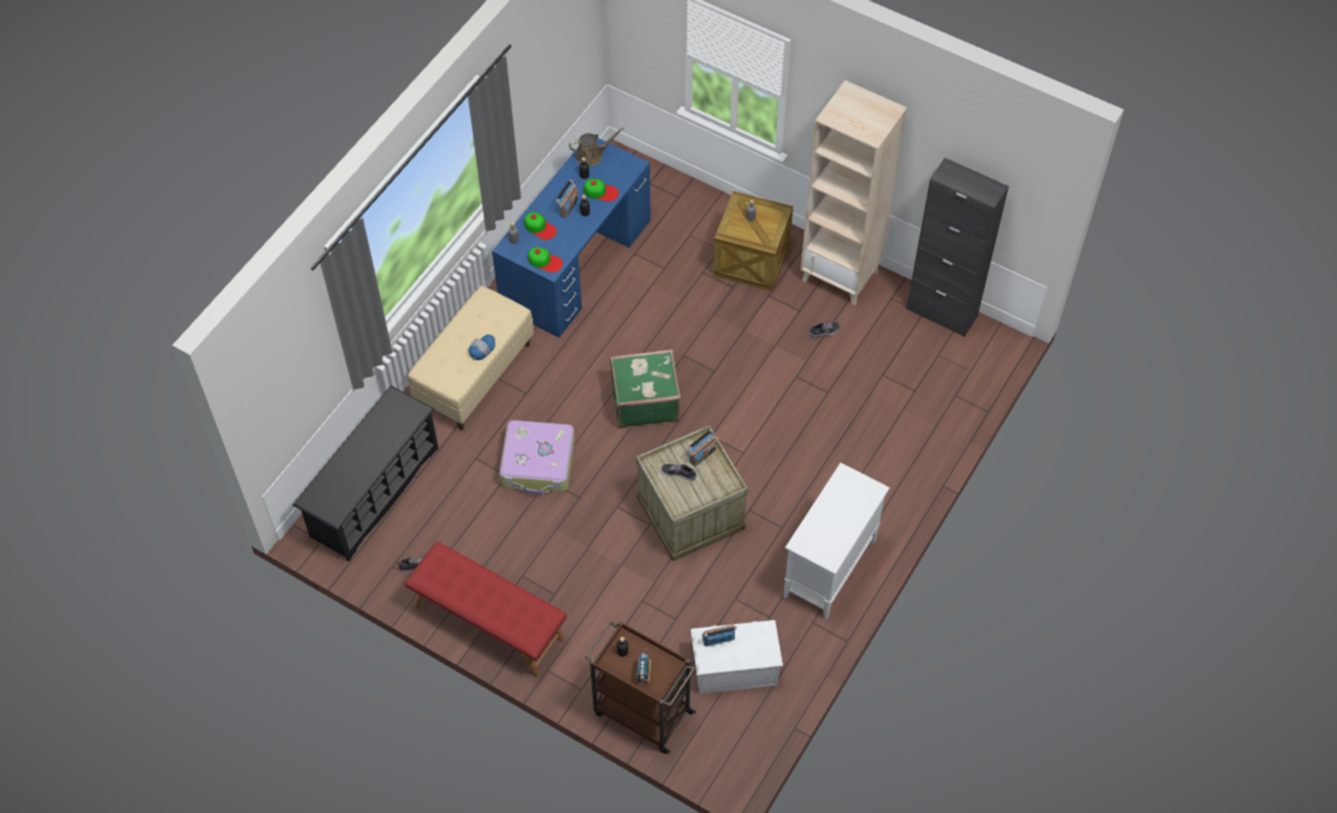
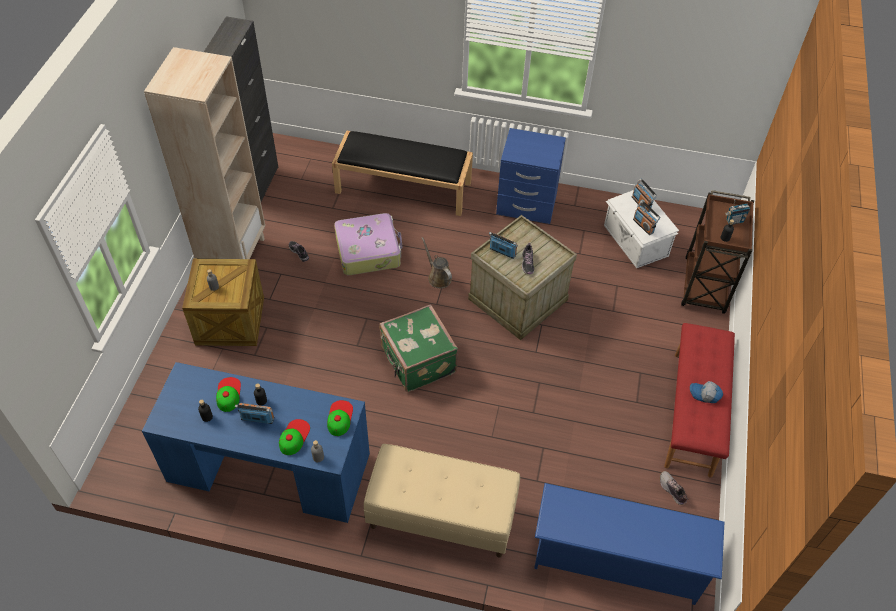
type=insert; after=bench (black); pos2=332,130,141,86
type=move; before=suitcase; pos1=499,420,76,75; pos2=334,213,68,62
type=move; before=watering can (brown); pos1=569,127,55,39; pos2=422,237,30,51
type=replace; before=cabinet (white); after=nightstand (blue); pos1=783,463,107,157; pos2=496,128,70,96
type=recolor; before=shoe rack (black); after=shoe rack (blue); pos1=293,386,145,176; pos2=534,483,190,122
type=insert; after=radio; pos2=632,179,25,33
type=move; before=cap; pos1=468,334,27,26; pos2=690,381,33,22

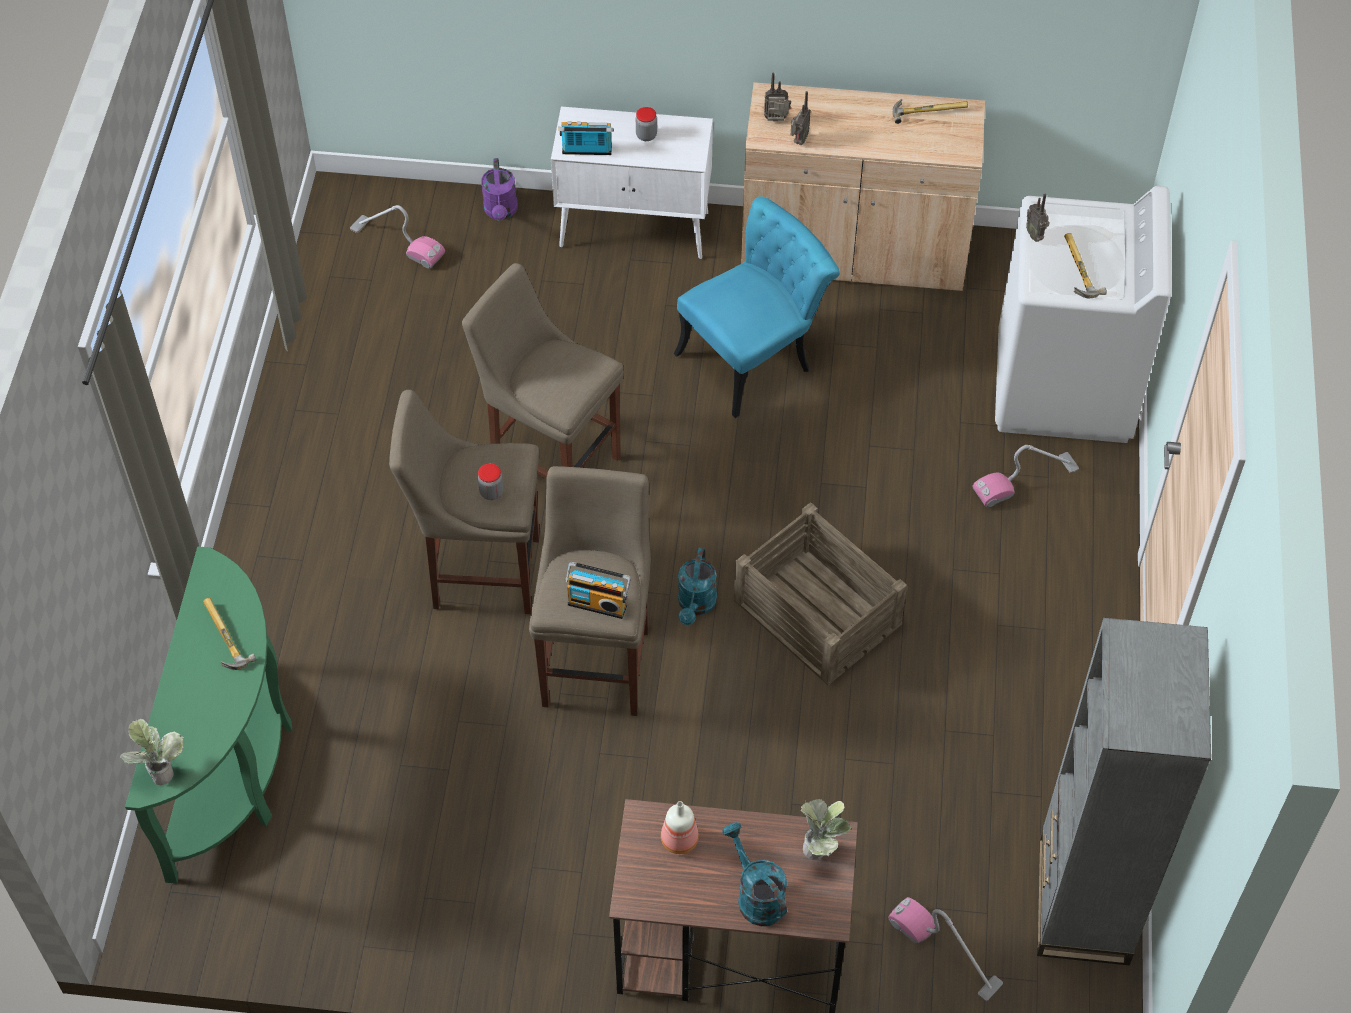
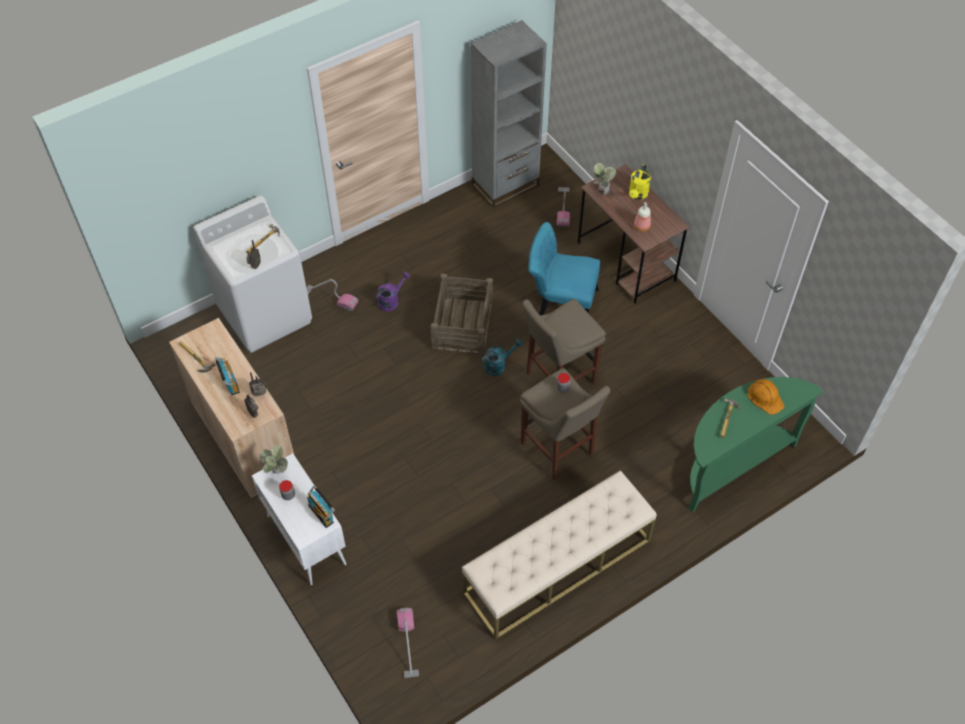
type=move; before=radio; pos1=565,562,66,57; pos2=215,357,25,38
type=move; before=potted plant; pos1=120,719,63,66; pos2=259,445,29,29
type=move; before=watering can (purple); pos1=481,158,37,63; pos2=375,271,35,41
type=insert; after=bench (beige); pos2=462,471,195,168
type=move; before=chair (turquoise); pos1=674,196,166,222; pos2=528,222,72,93
type=recolor; before=watering can (turquoise); after=watering can (yellow); pos1=722,822,65,104; pos2=629,164,22,36
type=insert; after=hard hat (orange); pos2=748,379,36,36
type=delete; before=stool (beige); pos1=462,263,162,216

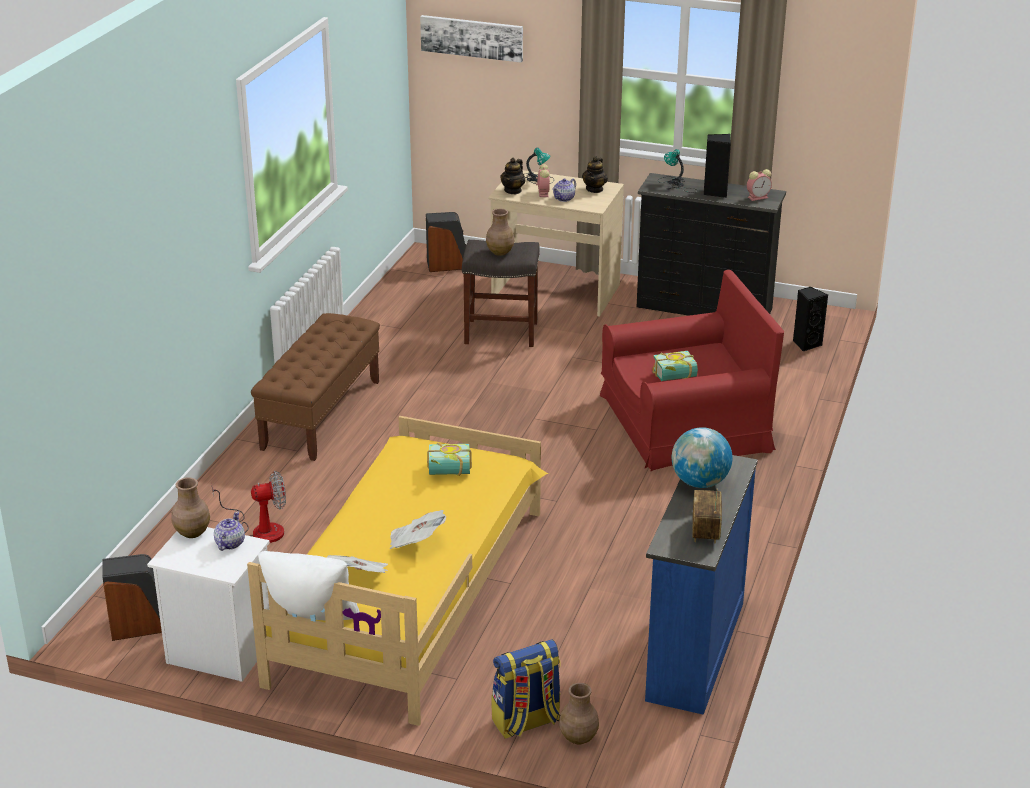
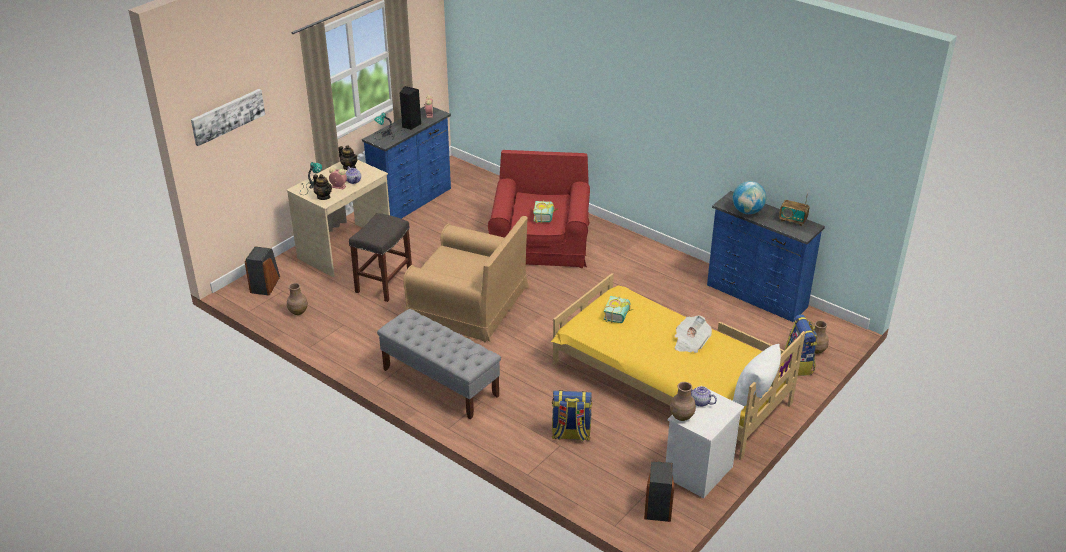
type=move; before=vase (brown); pos1=486,209,28,47; pos2=287,283,21,32
type=recolor; before=dresser (black); after=dresser (blue); pos1=637,173,149,143; pos2=362,106,89,113
type=recolor; before=bench (brown); after=bench (grey); pos1=251,313,129,148; pos2=377,309,124,110
type=insert; after=armchair (brown); pos2=403,216,126,126
type=replace; before=fan; after=backpack; pos1=212,471,74,72; pos2=552,390,40,51
type=delete; before=newspaper; pos1=327,555,61,18
type=delete; before=speaker (black); pos1=793,287,35,64

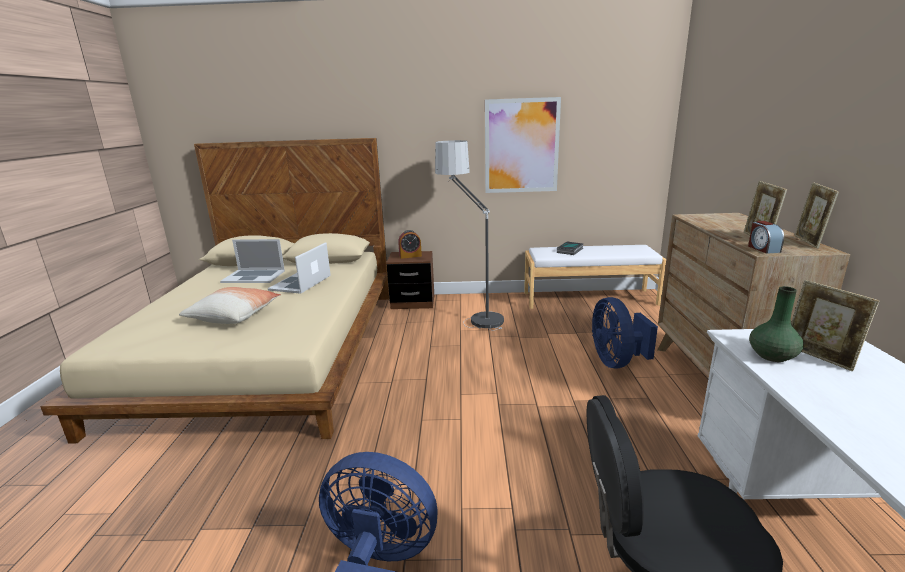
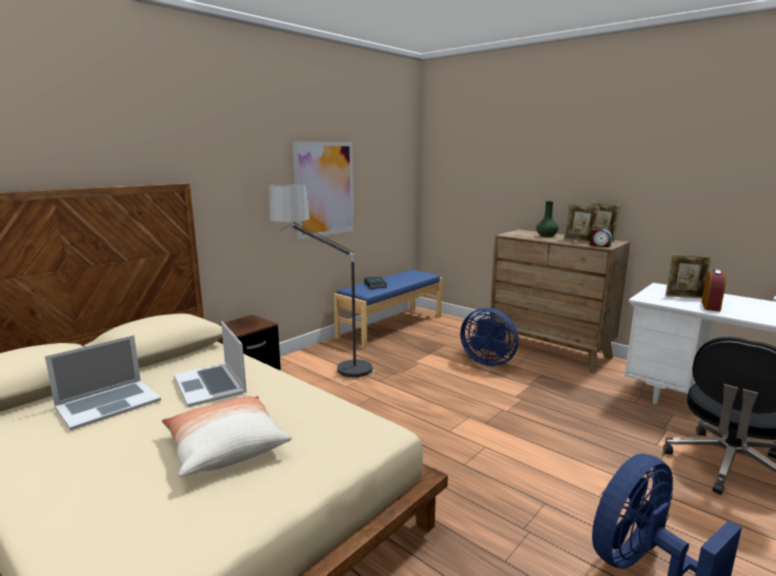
type=recolor; before=bench (white); after=bench (blue); pos1=524,245,142,64; pos2=334,270,108,78
type=move; before=vase (green); pos1=749,286,55,76; pos2=536,201,23,36
type=move; before=alarm clock; pos1=398,230,24,29; pos2=702,269,24,42

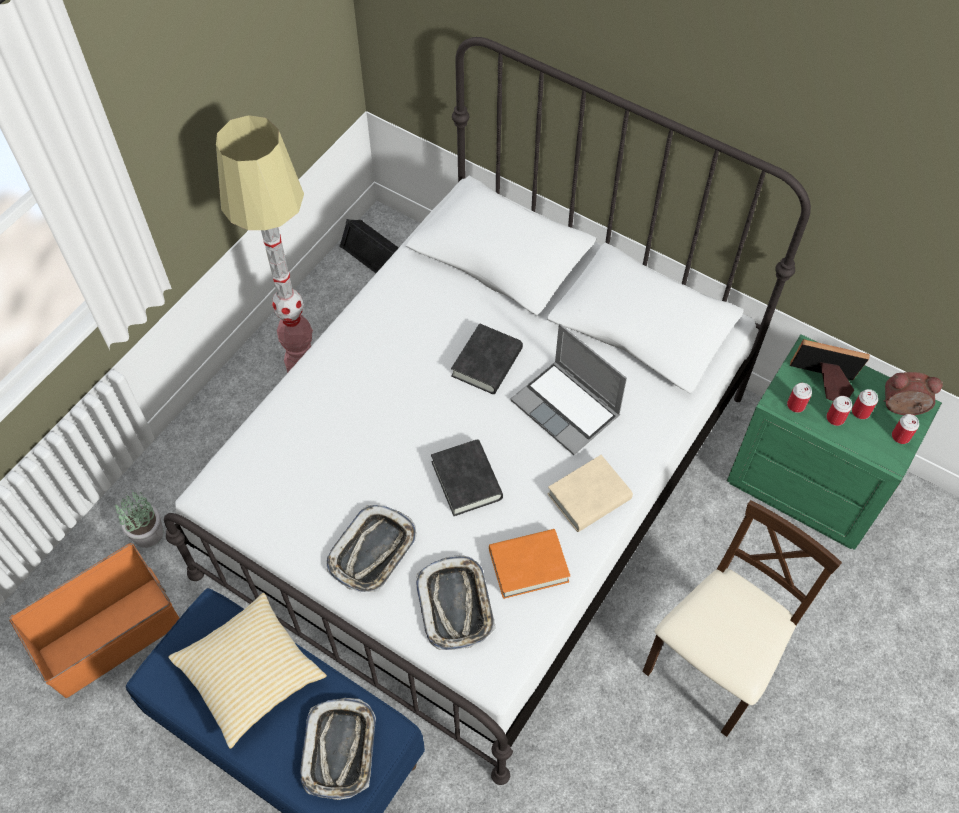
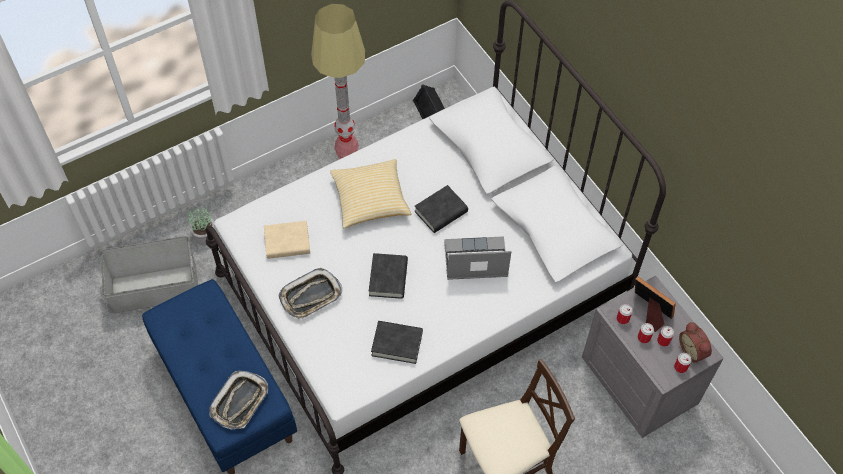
type=recolor; before=storage box (orange); after=storage box (grey); pos1=9,543,170,155; pos2=100,236,98,77
type=move; before=book (beige); pos1=548,455,85,77; pos2=264,221,46,38
type=move; before=pillow; pos1=168,593,159,156; pos2=330,159,82,69
type=recolor; before=book (orange); after=book (black); pos1=489,529,81,70; pos2=371,321,52,43
type=rotate; before=laptop; pos1=510,324,117,131; pos2=444,236,68,44; turn=105
type=recolor; before=nightstand (green); after=nightstand (grey); pos1=727,334,215,216; pos2=582,275,142,163
type=rotate; before=alarm clock; pos1=884,372,59,43; pos2=679,322,33,41; turn=-150
type=delete; before=tray; pos1=416,555,80,95

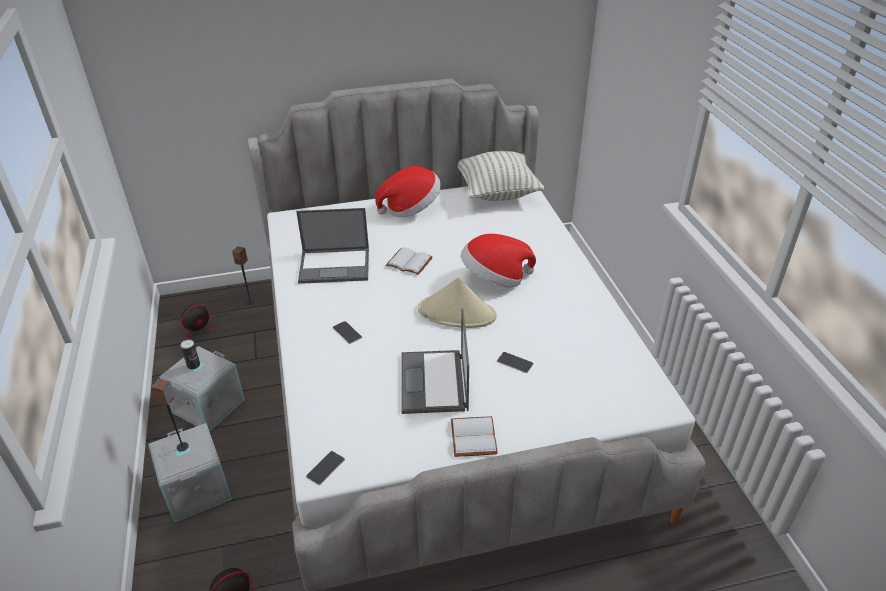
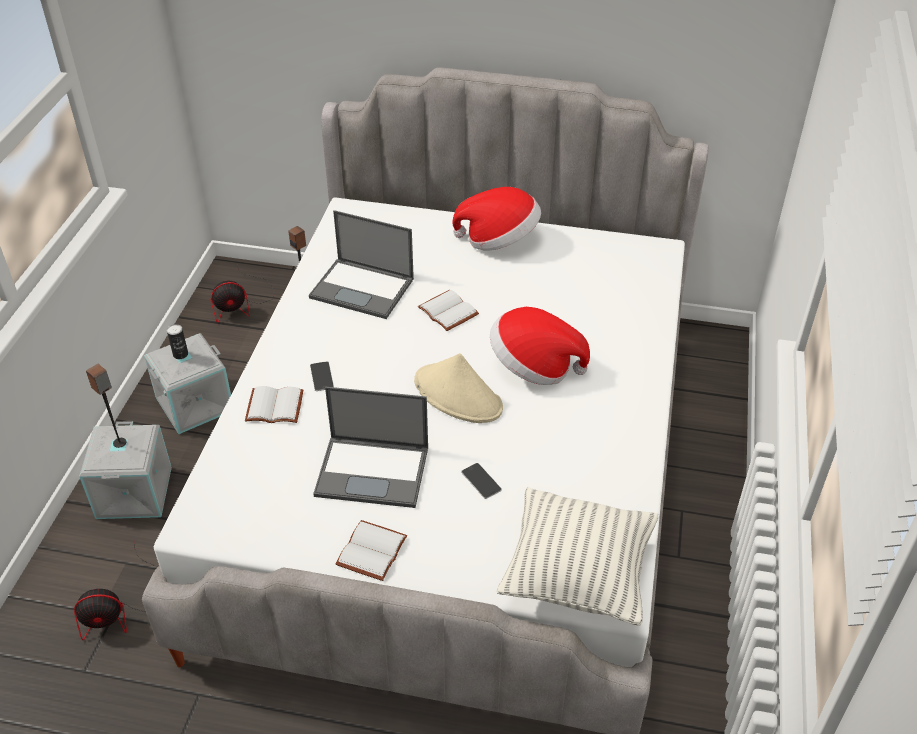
type=insert; after=book (white); pos2=245,386,58,37
type=rotate; before=laptop; pos1=401,308,68,106; pos2=313,387,115,121; turn=-105
type=move; before=pillow; pos1=458,151,86,50; pos2=497,487,161,139
type=delete; before=phone; pos1=306,451,39,34

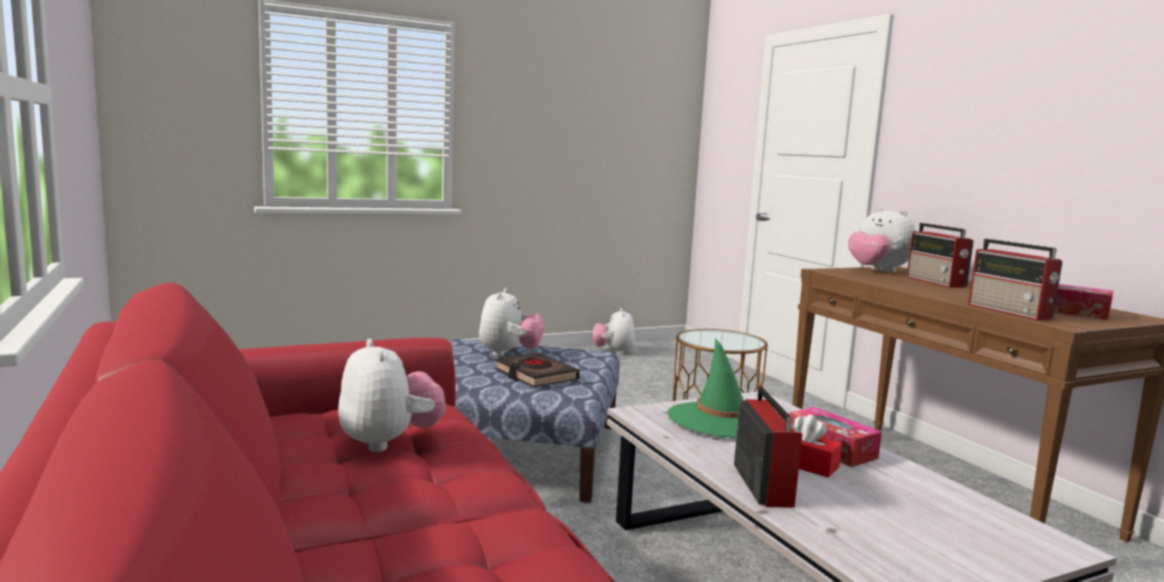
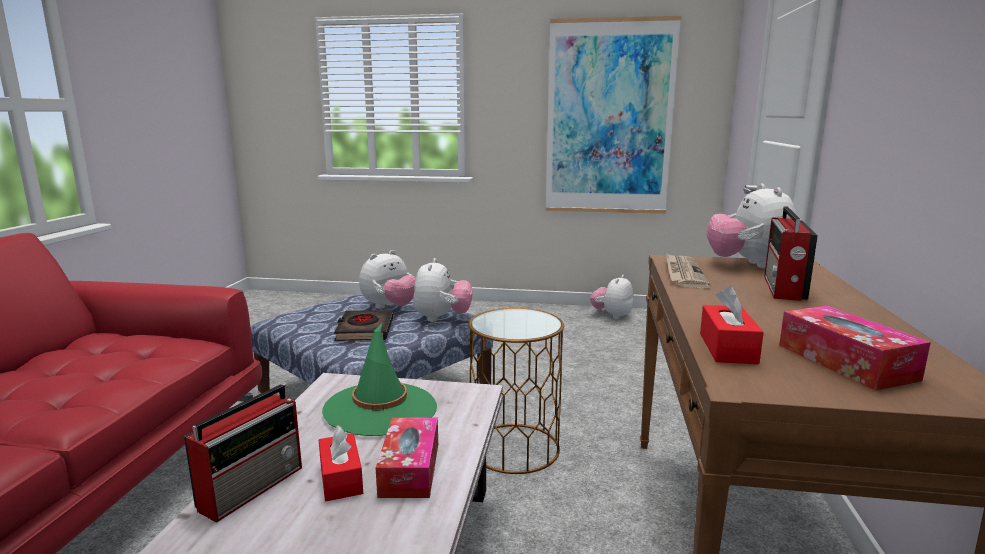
type=move; before=plush toy; pos1=338,339,108,113; pos2=413,258,60,64
type=insert; after=picture; pos2=545,16,136,198
type=insert; after=newspaper; pos2=666,253,45,35
type=replace; before=radio; after=tissue box (red); pos1=968,239,95,81; pos2=700,286,64,78

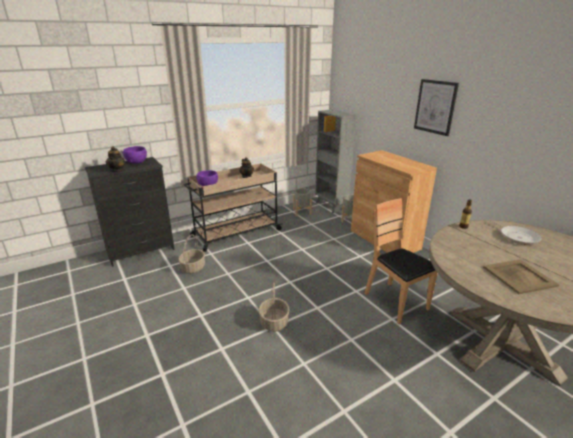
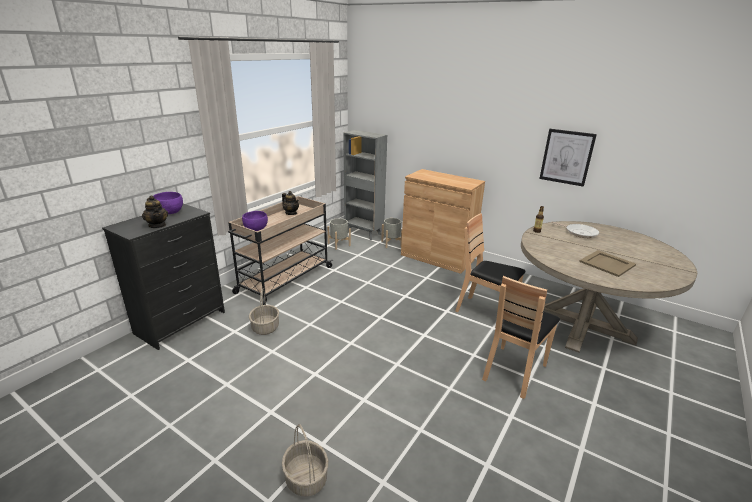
type=move; before=basket; pos1=258,283,32,49; pos2=282,424,46,73
type=insert; after=chair (brown); pos2=482,276,78,123
type=move; before=picture; pos1=414,79,45,57; pos2=539,129,58,58

